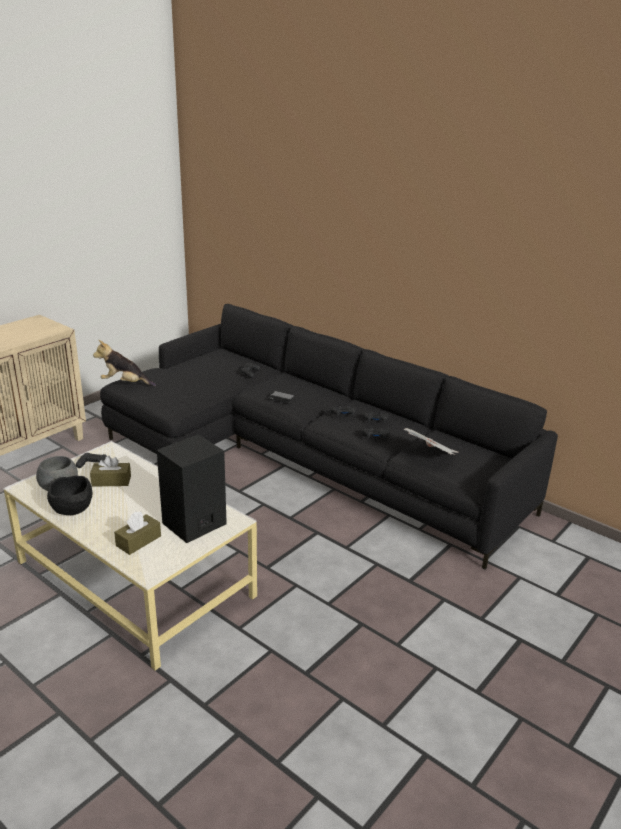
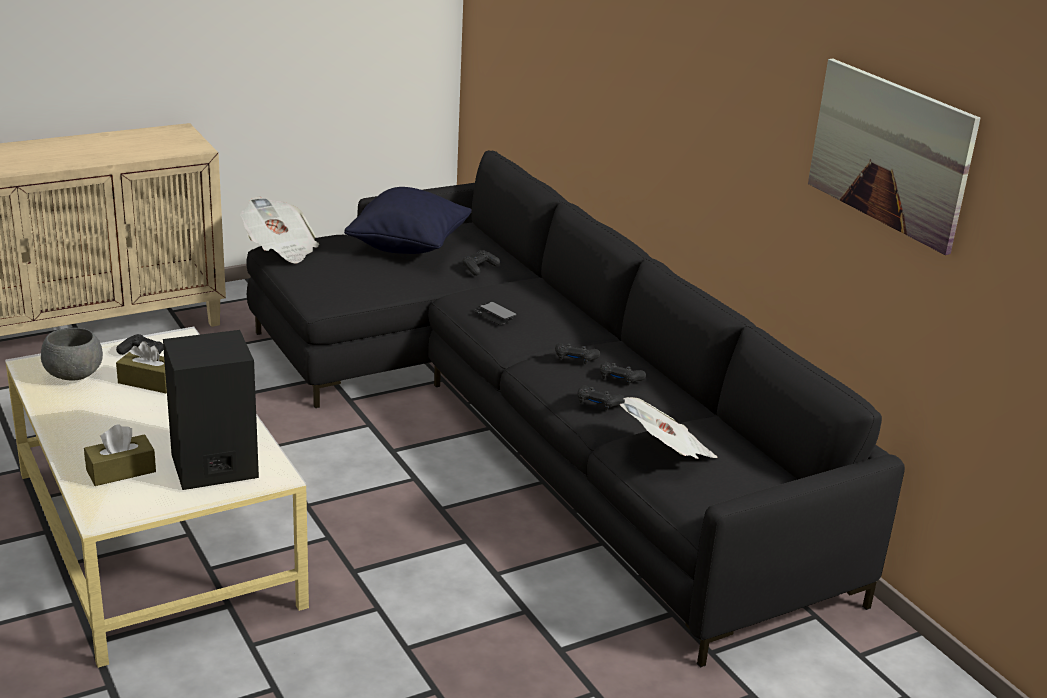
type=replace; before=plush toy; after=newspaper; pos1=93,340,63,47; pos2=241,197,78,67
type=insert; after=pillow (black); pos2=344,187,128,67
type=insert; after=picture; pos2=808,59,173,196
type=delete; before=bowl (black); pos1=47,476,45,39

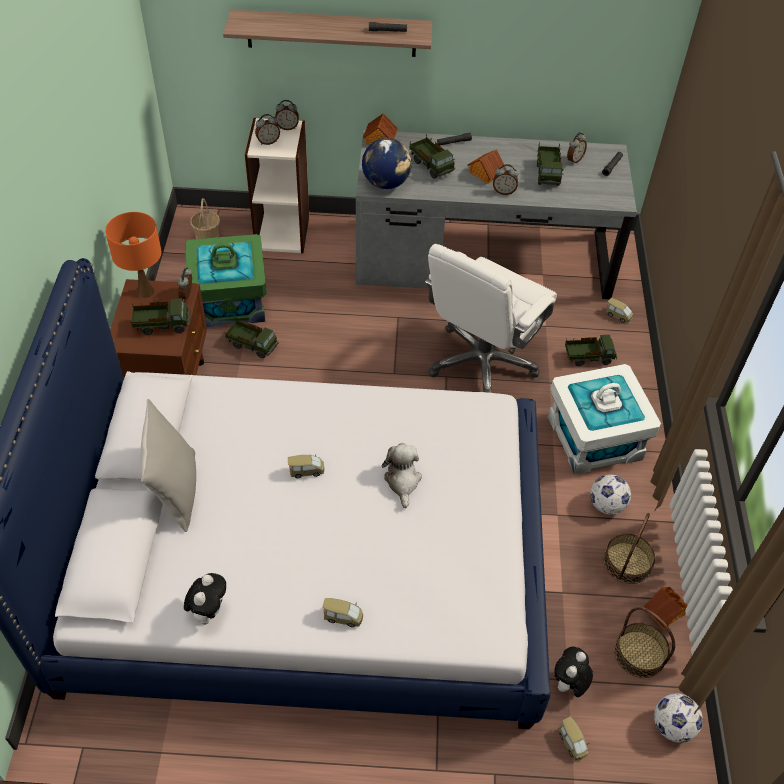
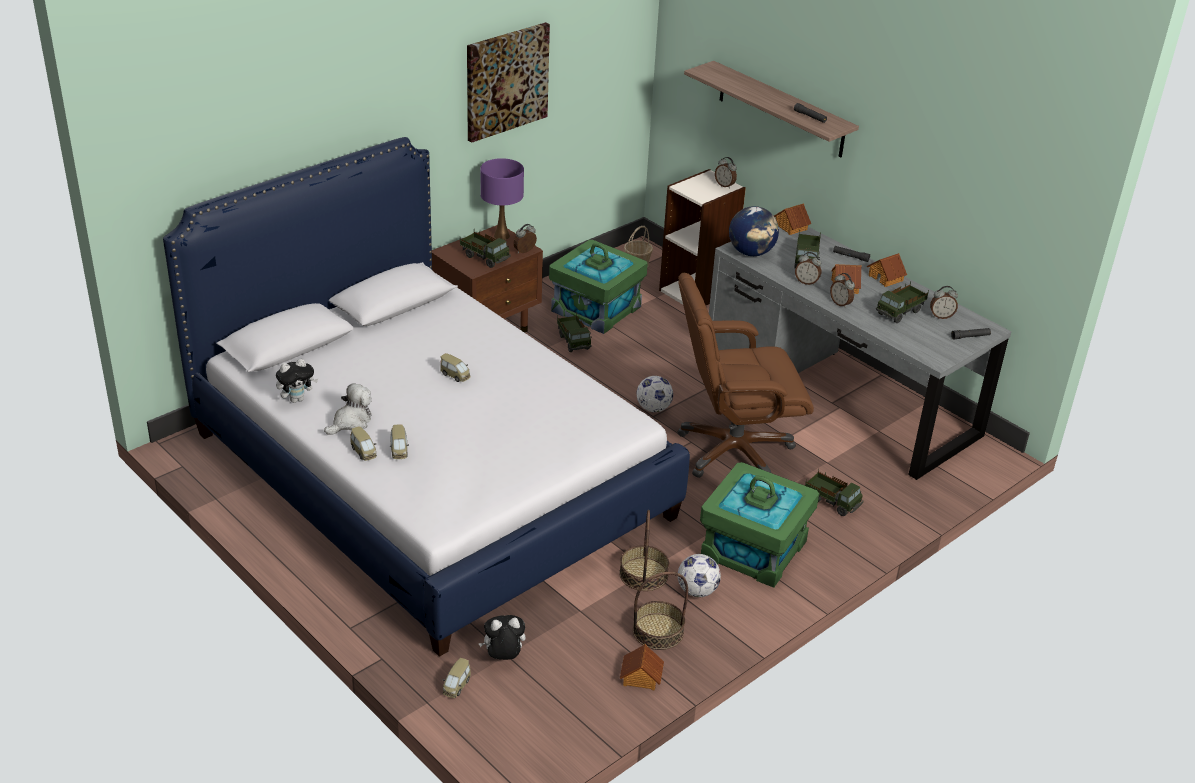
type=move; before=plush toy; pos1=382,443,40,65; pos2=324,383,48,52
type=move; before=toy car; pos1=606,298,27,25; pos2=390,424,19,35
type=insert; after=picture; pos2=467,22,83,121
type=recolor; before=table lamp (orange); after=table lamp (purple); pos1=105,212,56,86; pos2=480,158,44,82
type=move; before=basket; pos1=614,607,61,71; pos2=619,510,50,81
type=move; before=football; pos1=654,693,49,50; pos2=636,376,37,36
type=recolor; before=office chair (white); after=office chair (brown); pos1=425,244,132,149; pos2=678,273,136,205
type=recolor; before=storage box (white); after=storage box (green); pos1=548,364,113,111; pos2=700,462,119,126
type=move; before=alarm clock; pos1=255,114,25,31; pos2=795,252,26,33
type=insert; after=toy house; pos2=867,253,40,34
type=delete; before=pillow (grey); pos1=140,399,56,133

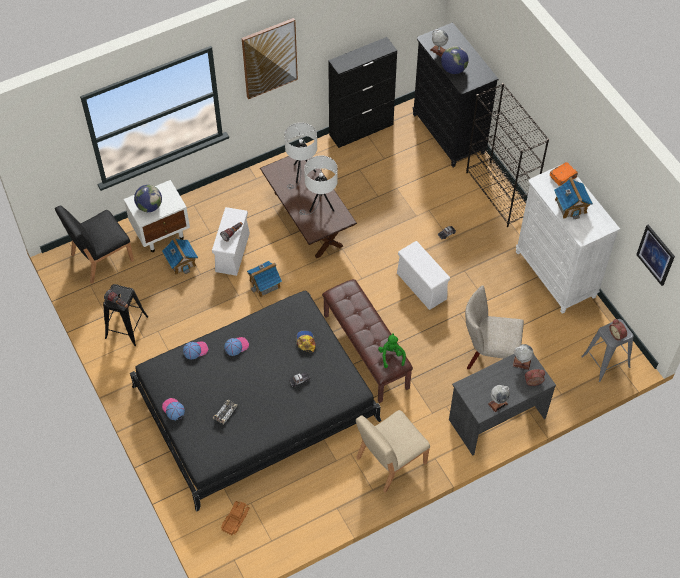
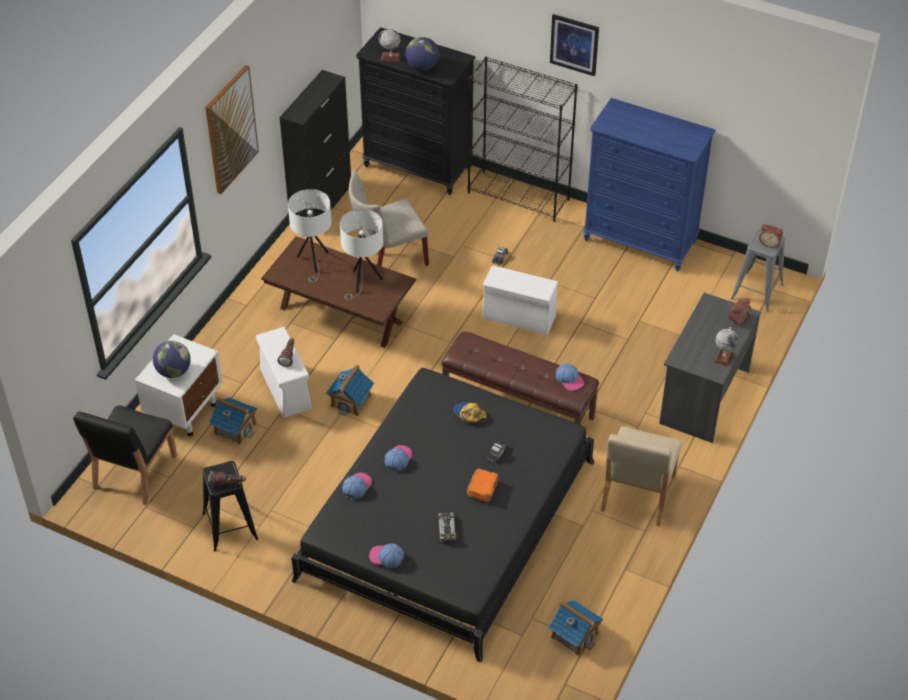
type=move; before=chair (beige); pos1=465,285,59,84; pos2=349,170,80,96
type=move; before=book (orange); pos1=550,162,28,24; pos2=467,468,32,33
type=move; before=toy house; pos1=554,177,39,42; pos2=548,600,55,56
type=move; before=picture; pos1=636,225,39,61; pos2=550,14,49,62
type=replace; before=plush toy (green); after=cap; pos1=378,334,28,34; pos2=555,363,29,28
type=recolor; before=dresser (white); after=dresser (blue); pos1=516,165,104,149; pos2=583,98,133,173
type=delete; before=toy truck; pos1=221,501,29,34
type=delete; before=globe; pos1=513,344,21,26

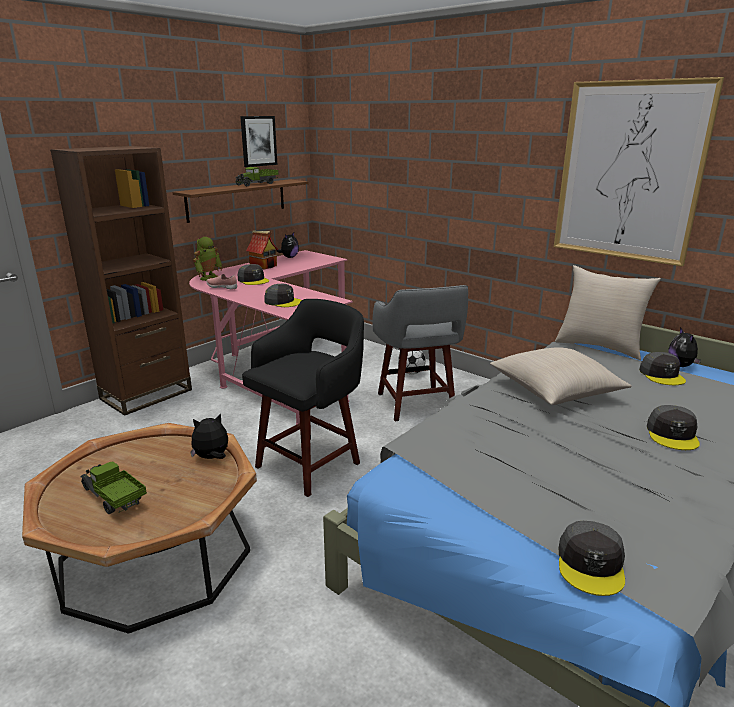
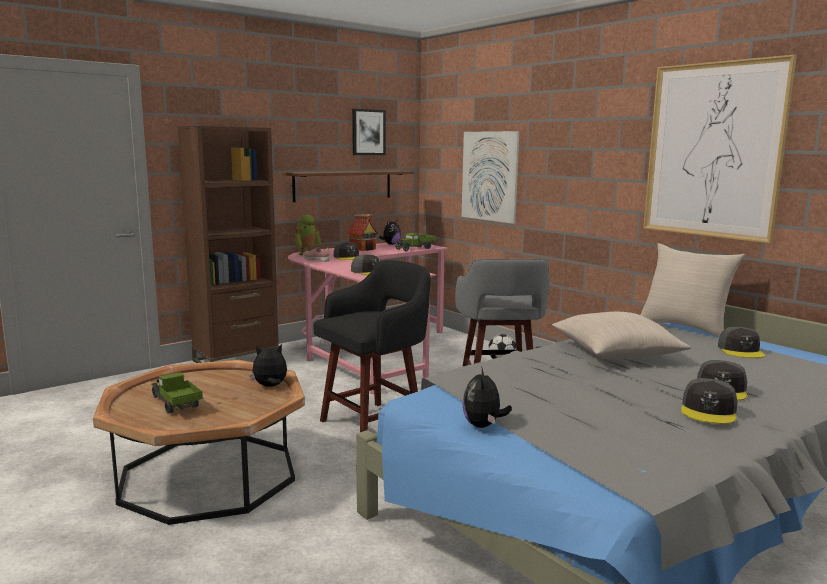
type=move; before=toy truck; pos1=235,167,44,19; pos2=396,233,40,18
type=insert; after=picture; pos2=461,131,59,93
type=move; before=plush toy; pos1=668,327,33,40; pos2=462,366,50,62
type=move; before=cap (grey); pos1=559,521,66,75; pos2=681,378,56,46

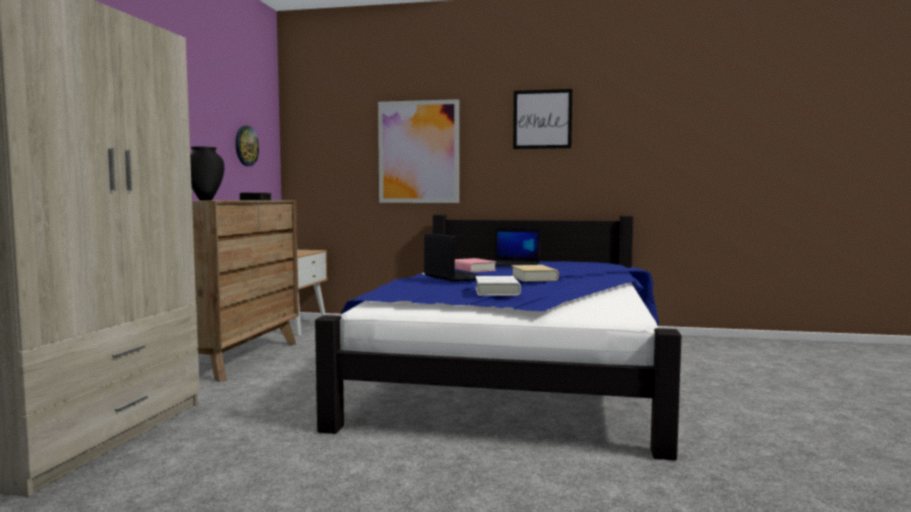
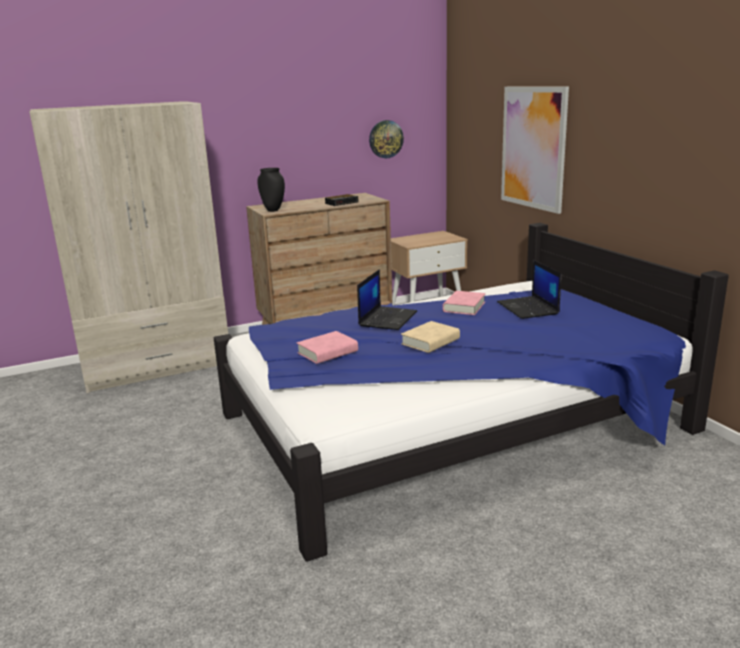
type=recolor; before=book (white); after=book (pink); pos1=475,276,46,20; pos2=297,331,61,33
type=delete; before=picture; pos1=513,89,59,60

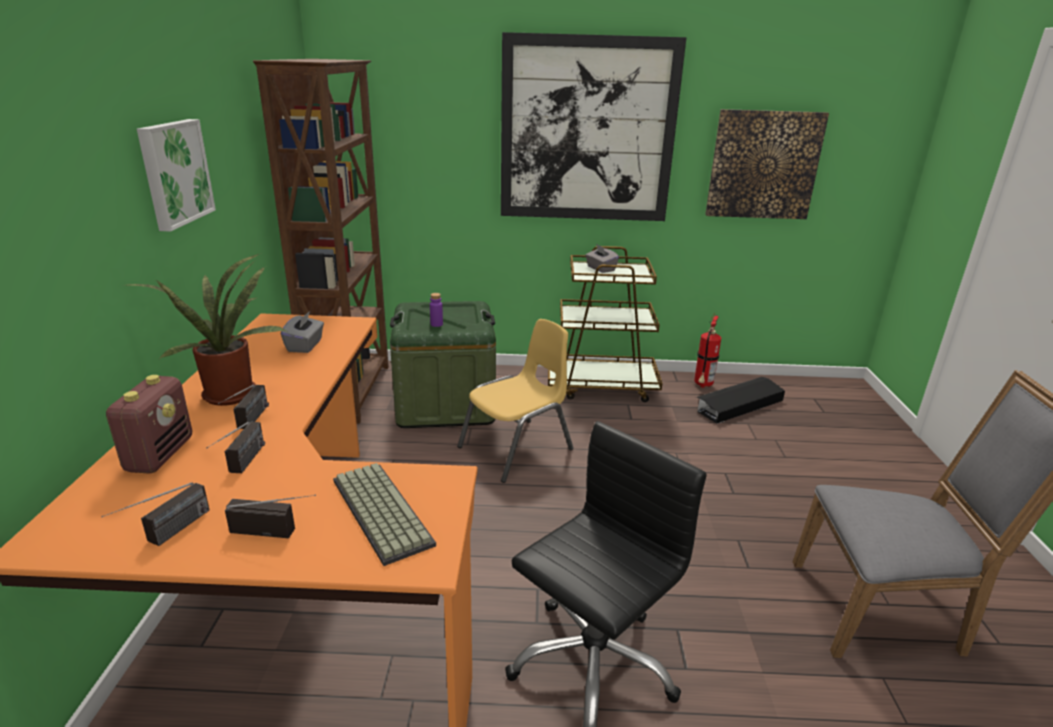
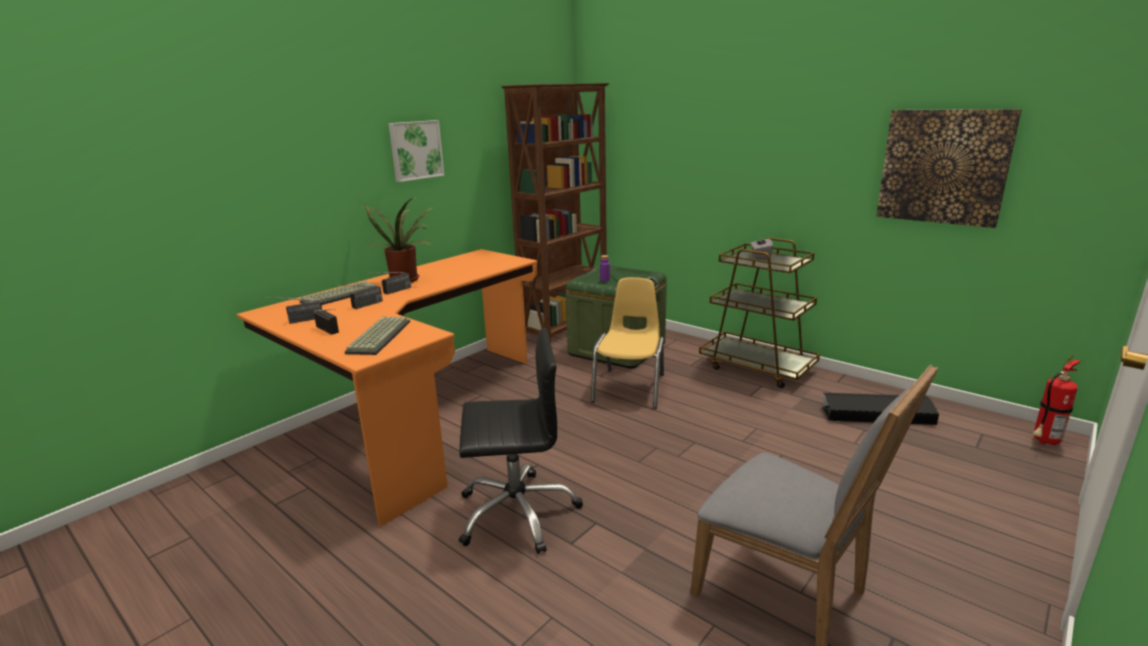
type=replace; before=radio; after=keyboard; pos1=106,375,86,98; pos2=299,281,77,24
type=rotate; before=chair (yellow); pos1=457,319,117,164; pos2=590,277,74,132; turn=-75
type=move; before=fire extinguisher; pos1=694,313,27,75; pos2=1033,356,48,90
type=delete; before=tissue box (grey); pos1=281,311,43,42
type=delete; before=picture; pos1=501,32,185,189

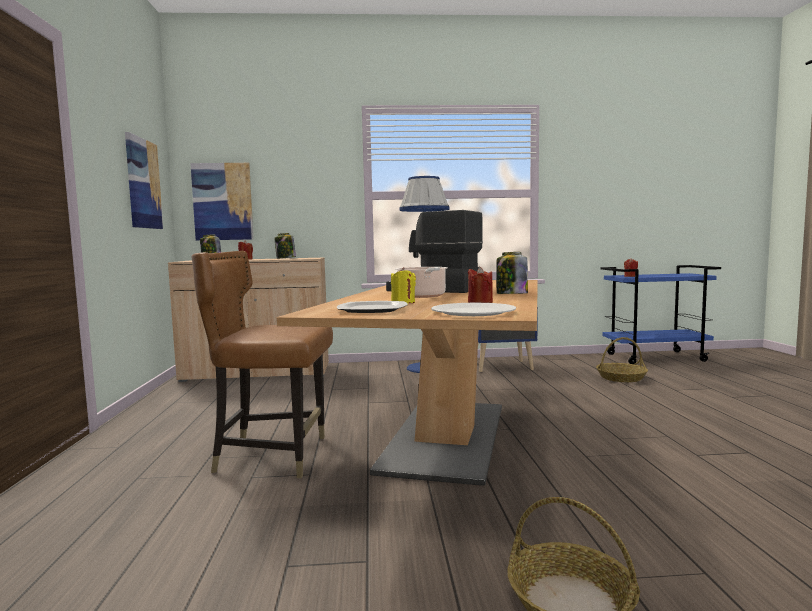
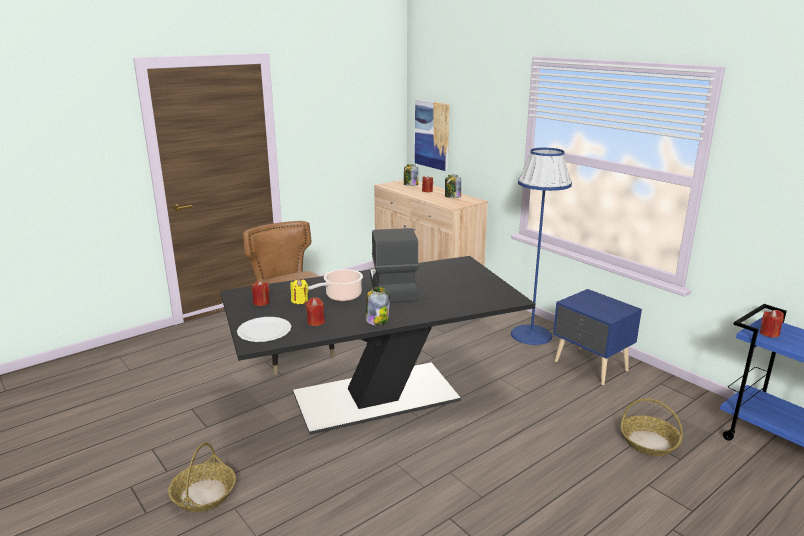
type=recolor; before=dining table (beige); after=dining table (black); pos1=276,280,262,206; pos2=220,256,315,179
type=replace; before=plate; after=candle (red); pos1=337,301,71,12; pos2=252,281,18,25
type=delete; before=picture; pos1=125,132,38,97

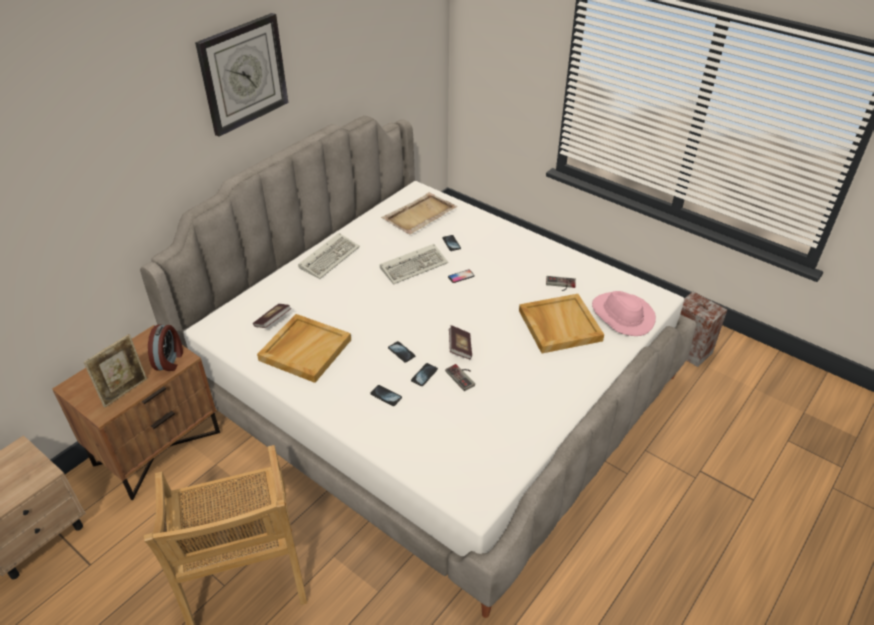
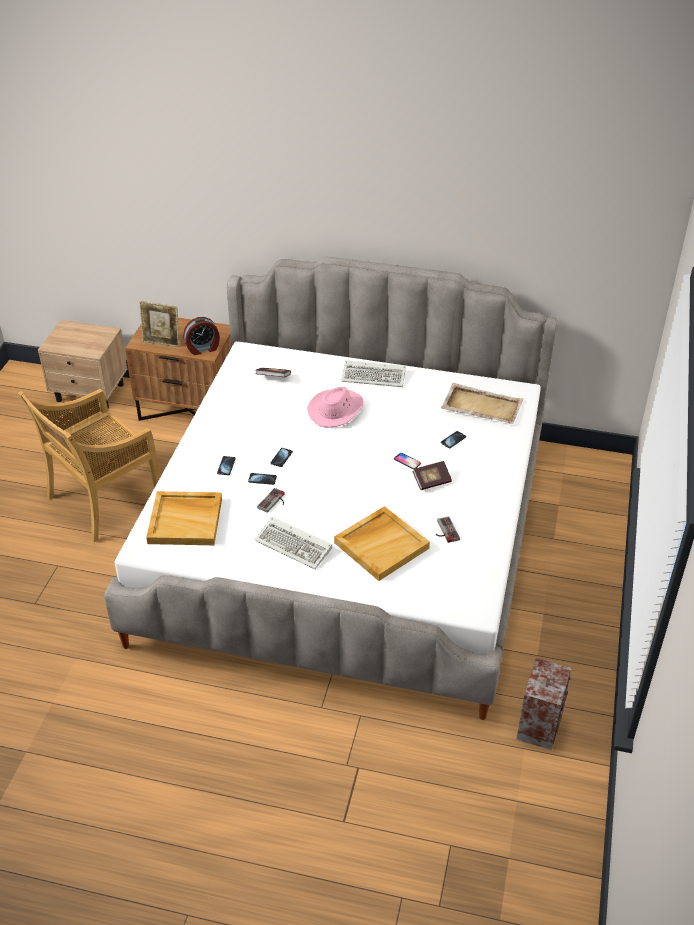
type=move; before=tray (beige); pos1=257,314,94,69; pos2=146,491,76,54
type=move; before=keyboard; pos1=380,244,68,41; pos2=255,517,77,52
type=move; before=hat (pink); pos1=592,291,64,45; pos2=307,387,56,41
type=move; before=book; pos1=449,325,23,34; pos2=412,461,40,29
type=delete; before=wall clock; pos1=195,13,93,124

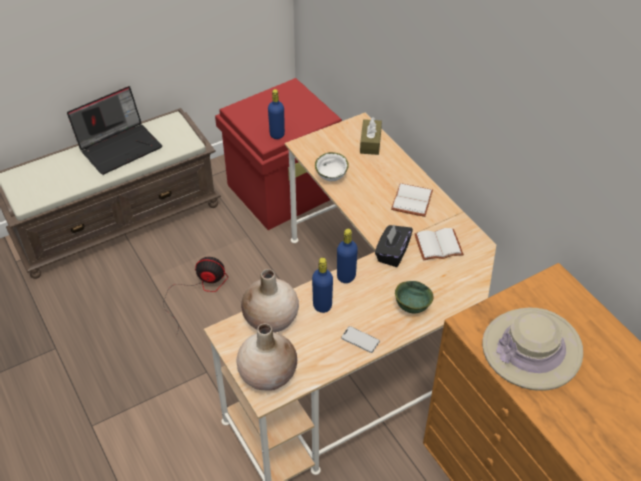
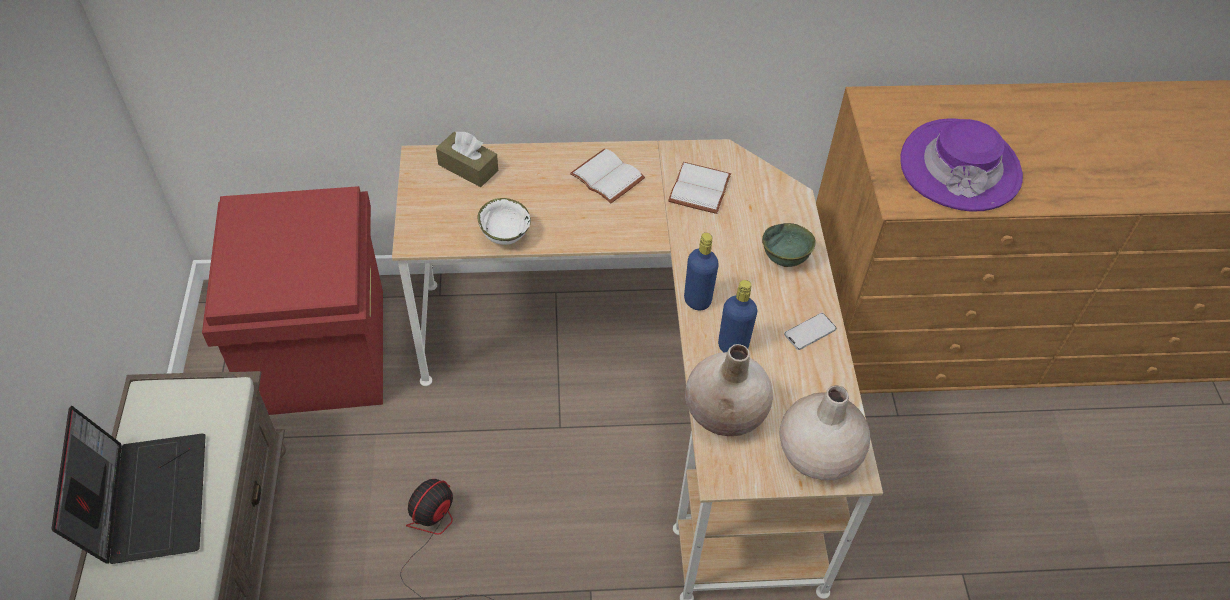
type=recolor; before=hat (beige); after=hat (purple); pos1=482,308,101,83; pos2=900,119,123,93
type=delete; before=bottle (blue); pos1=268,89,17,50
type=delete; before=tissue box (black); pos1=375,225,38,42

